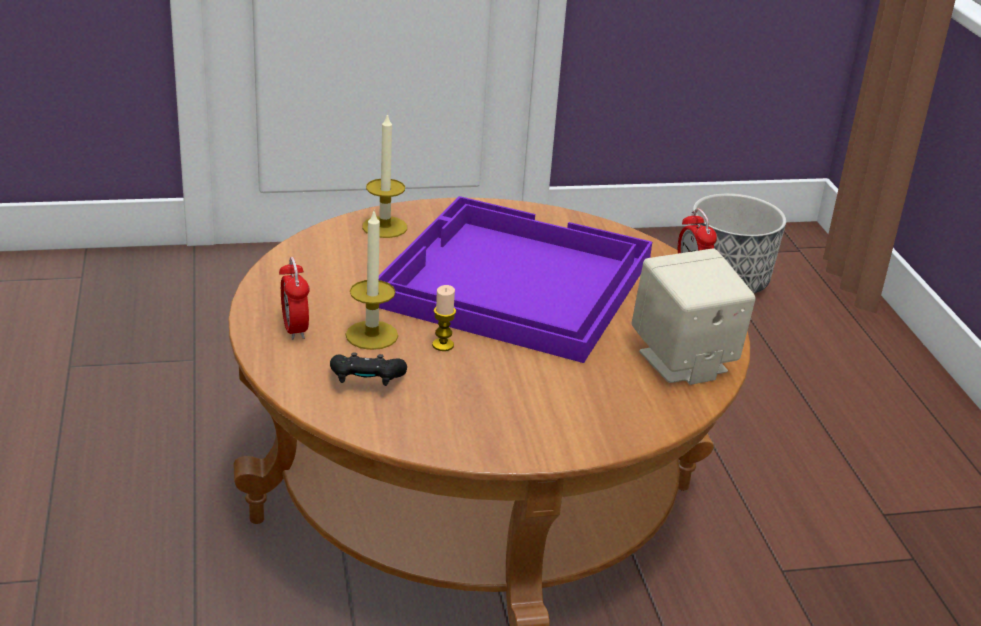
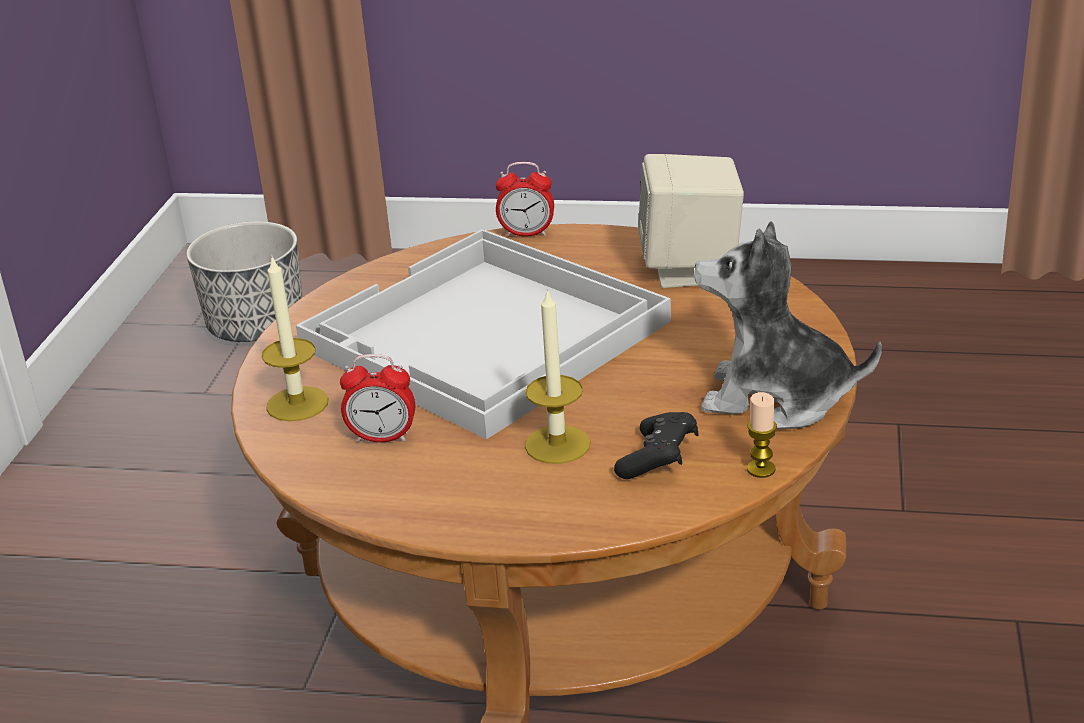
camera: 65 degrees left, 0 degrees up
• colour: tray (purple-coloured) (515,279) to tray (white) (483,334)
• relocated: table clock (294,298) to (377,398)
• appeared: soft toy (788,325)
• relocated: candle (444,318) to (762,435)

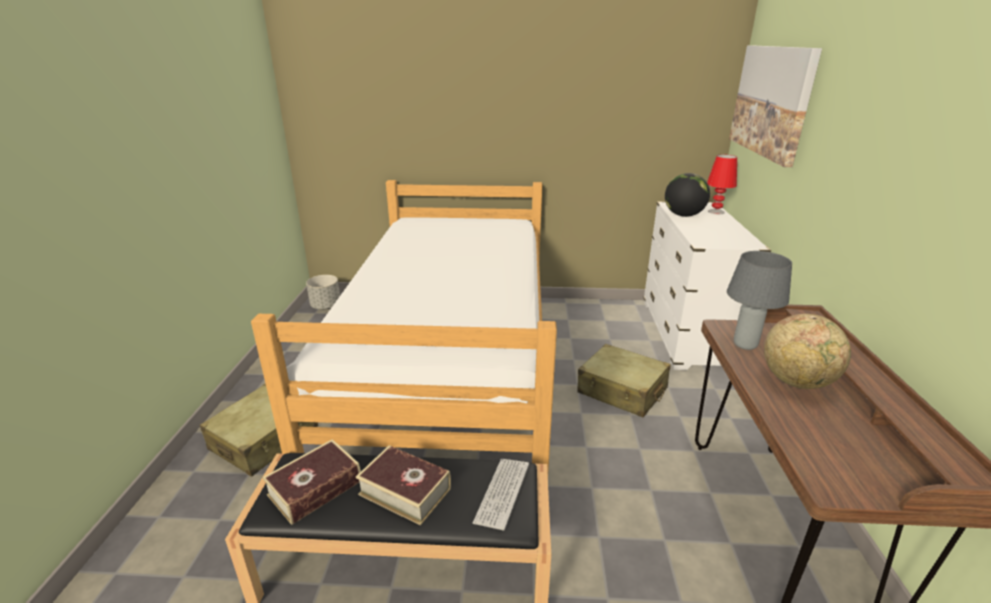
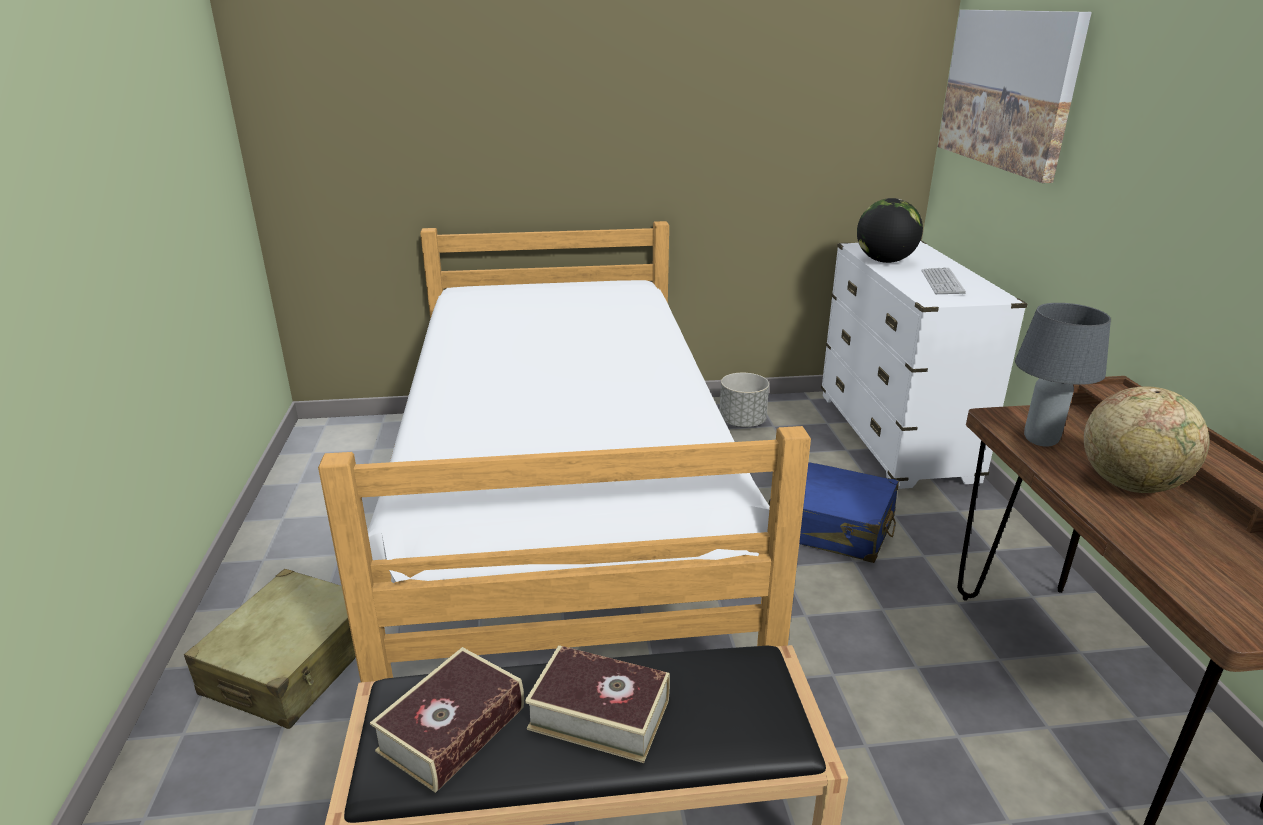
camera: 10 degrees left, 0 degrees up
• relocated: plant pot (grey) (323,292) to (744,400)
• colour: suitcase (sand-coloured) (624,380) to suitcase (blue) (834,512)
• relocated: PC keyboard (501,495) to (943,280)
• missing: lamp for a table (reddish) (722,184)

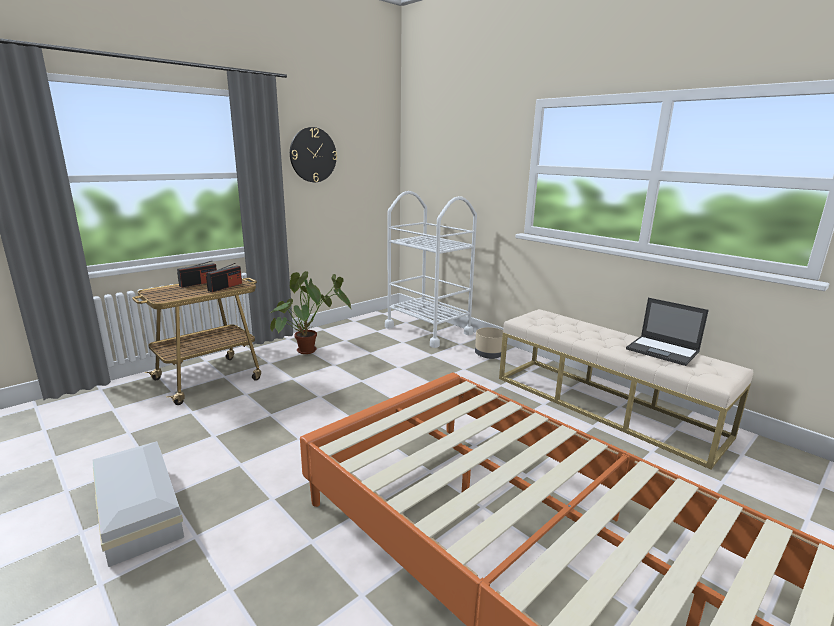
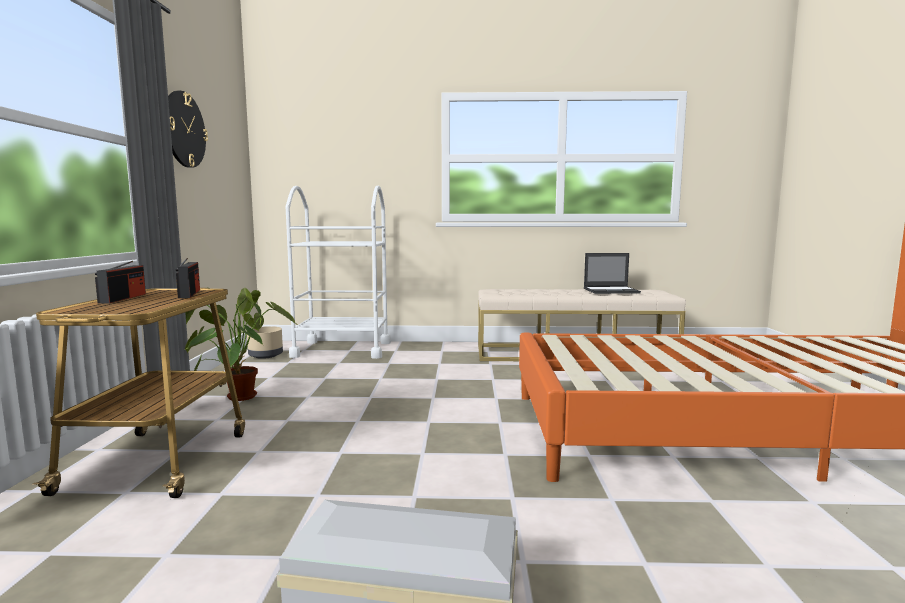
camera: 45 degrees left, 10 degrees down
• relocated: plant pot (sand-coloured) (489,343) to (265,342)

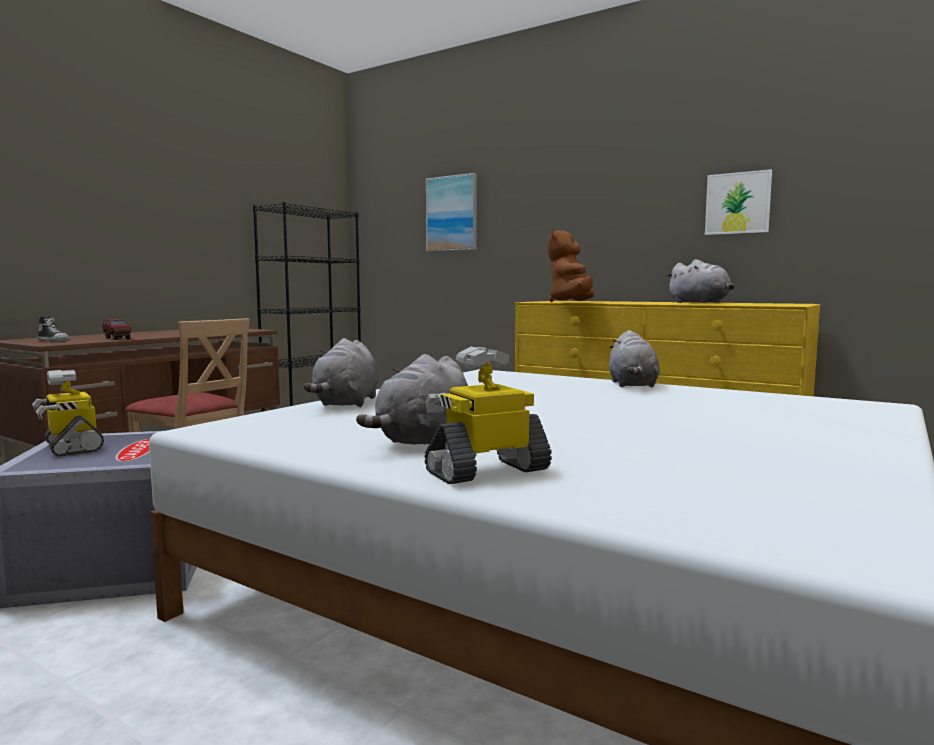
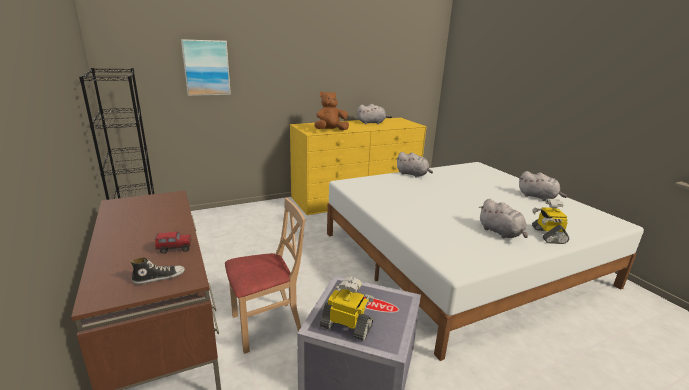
camera: 60 degrees left, 15 degrees up
• spun: soft toy (brown-coloured) (571,265) = (331,110) 105 degrees clockwise
• spun: model robot (68,413) = (347,308) 150 degrees counterclockwise
• relocated: soft toy (grey) (341,372) to (543,186)
• missing: wall art (738,202)

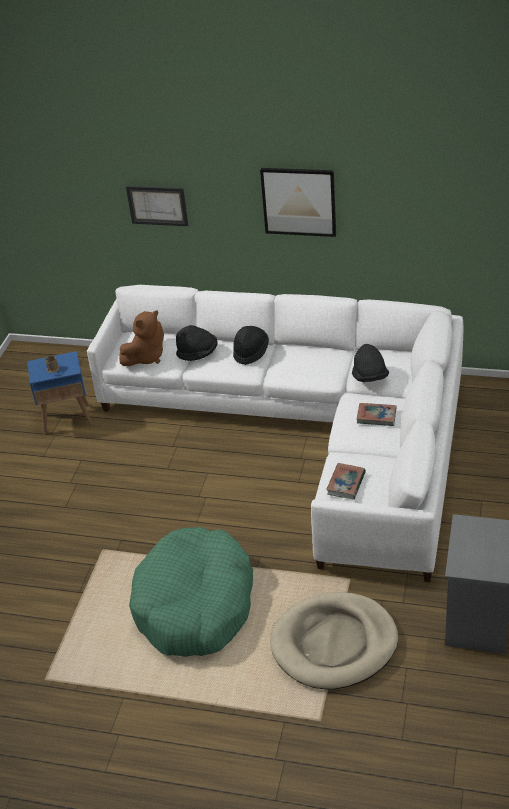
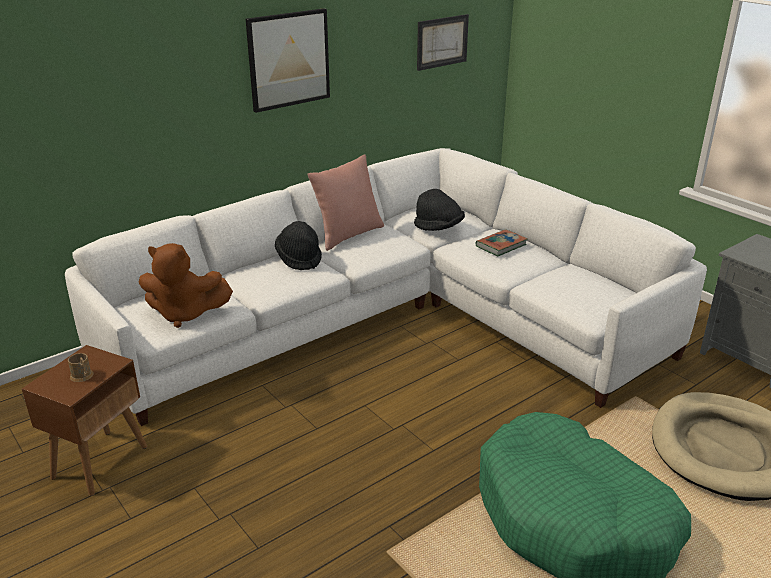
camera: 55 degrees left, 10 degrees down
• colour: accent table (blue) (59,393) to accent table (brown-coloured) (84,420)
• spun: soft toy (brown-coloured) (141,338) = (186,285) 105 degrees clockwise
• appeared: throw pillow (pink-coloured) (345,202)
• relocated: wall art (157,206) to (443,42)
• missing: clothing hat (black-coloured) (197,343)
• missing: volume (346,481)

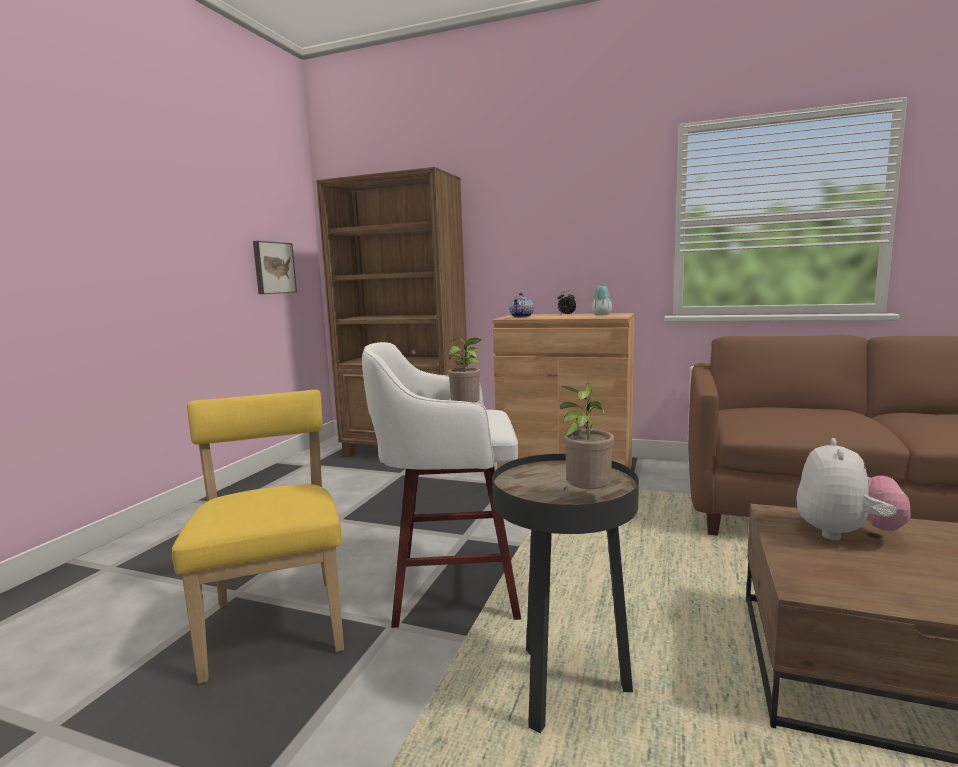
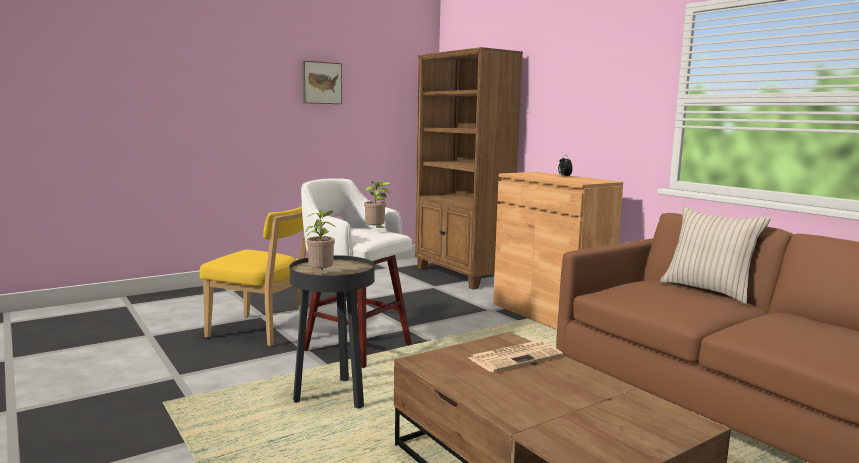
camera: 35 degrees right, 0 degrees up
• spun: plain chair (yellow-coloured) (258,537) = (253,276) 90 degrees clockwise
• relocated: wall art (275,267) to (322,82)
• exchanged: soft toy (853,489) to printed paper (514,356)
• appeared: throw pillow (sand-coloured) (715,255)
• missing: pot for tea (521,305)
• missing: decorative vase (602,300)

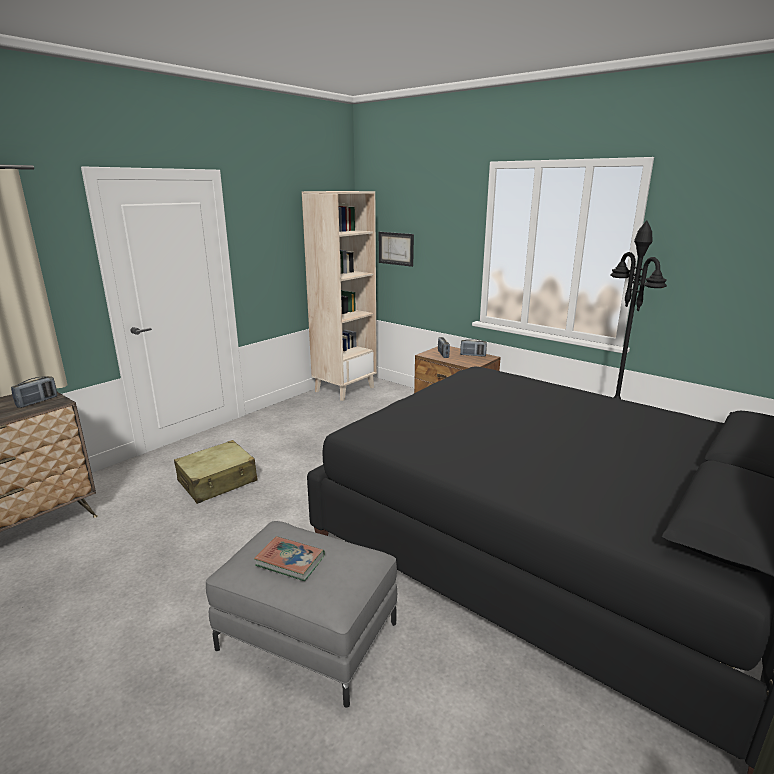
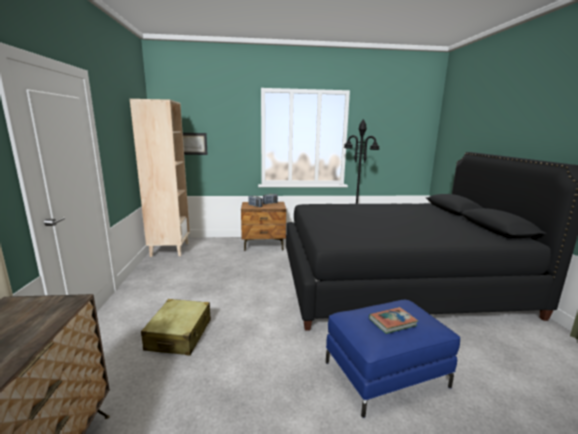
camera: 45 degrees left, 5 degrees down
• colour: footrest (grey) (301,614) to footrest (blue) (393,359)
• missing: radio set (34,392)

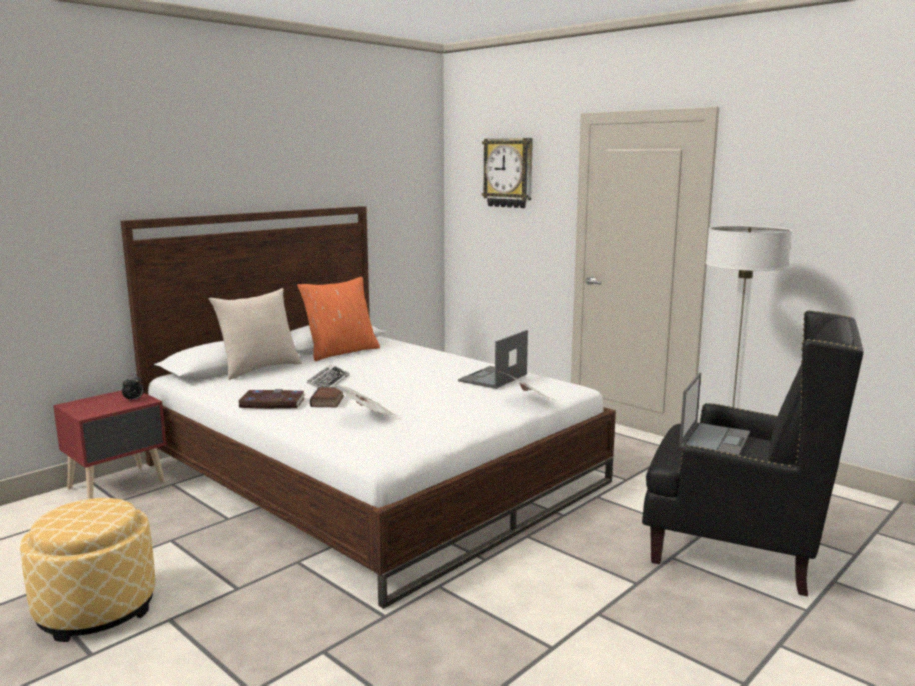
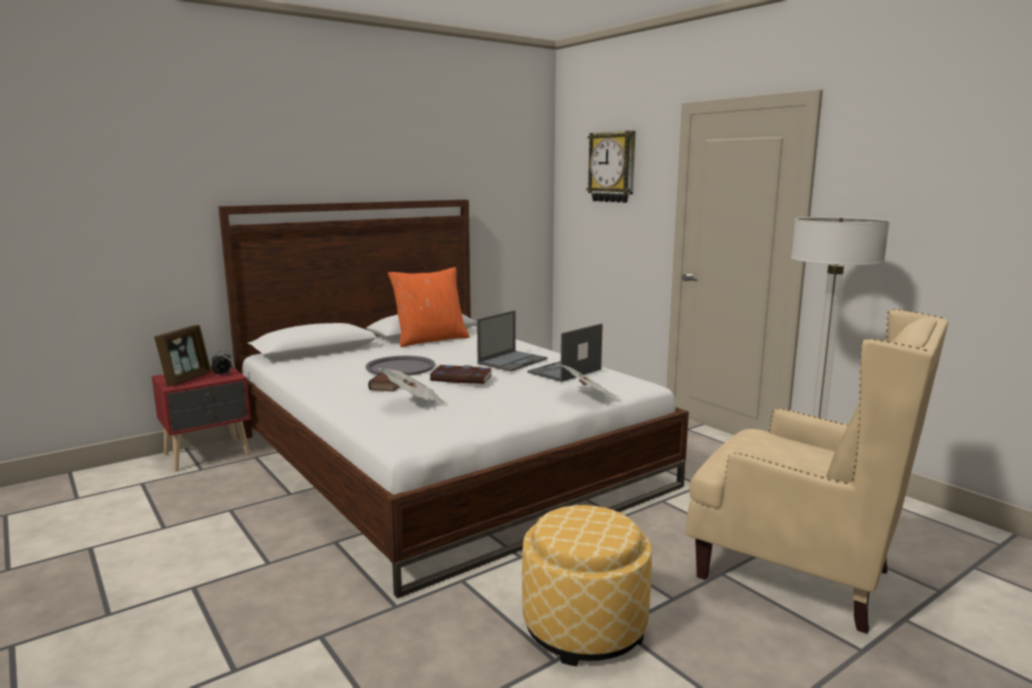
camera: 10 degrees right, 0 degrees up
• appeared: photo frame (182,355)
• exchanged: PC keyboard (327,376) to tray (grey) (400,366)
• relocated: volume (271,399) to (461,374)
• relocated: notebook computer (714,414) to (512,341)
• relocated: footrest (87,570) to (587,585)
• colour: lounge chair (black-coloured) (752,453) to lounge chair (sand-coloured) (816,471)
• missing: throw pillow (sand-coloured) (255,334)

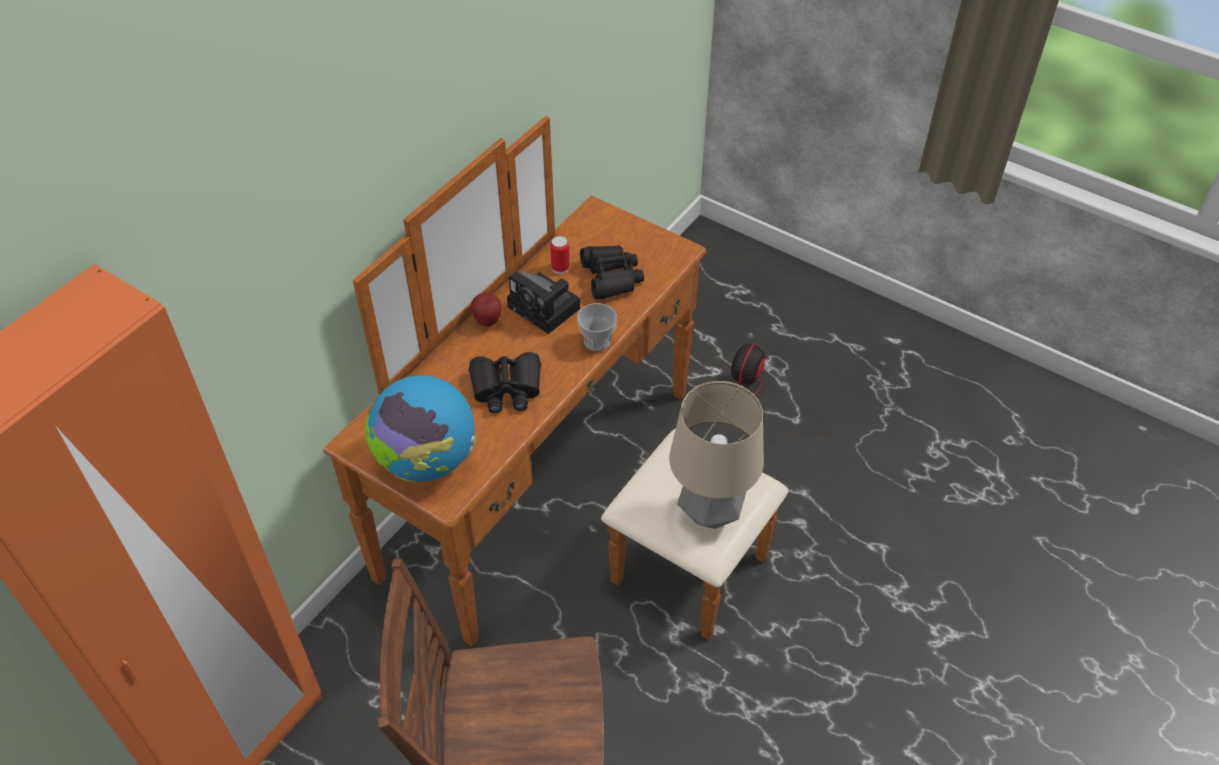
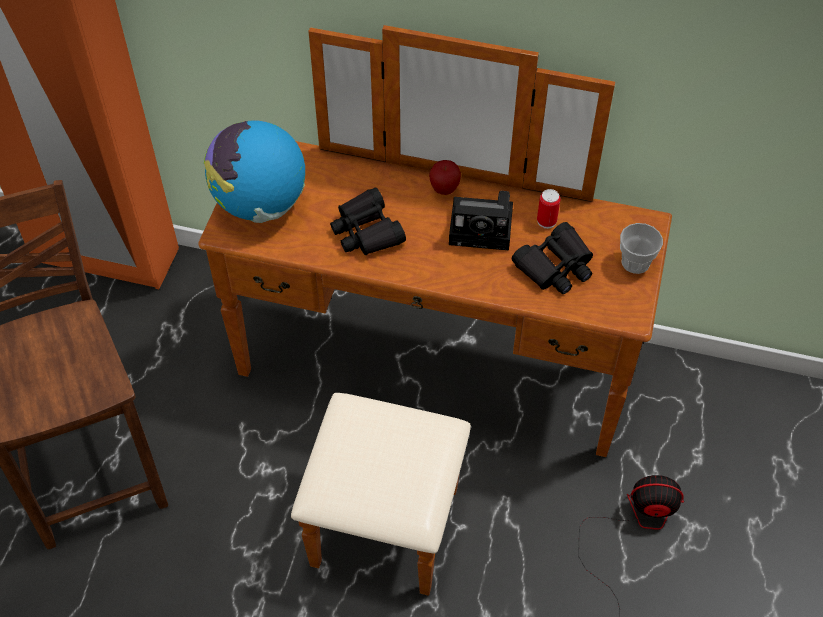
camera: 70 degrees right, 5 degrees up
• spun: photo camera (543,302) = (481,220) 105 degrees counterclockwise
• relocated: cup (597,327) to (641,248)
• missing: lamp for a table (716,455)

